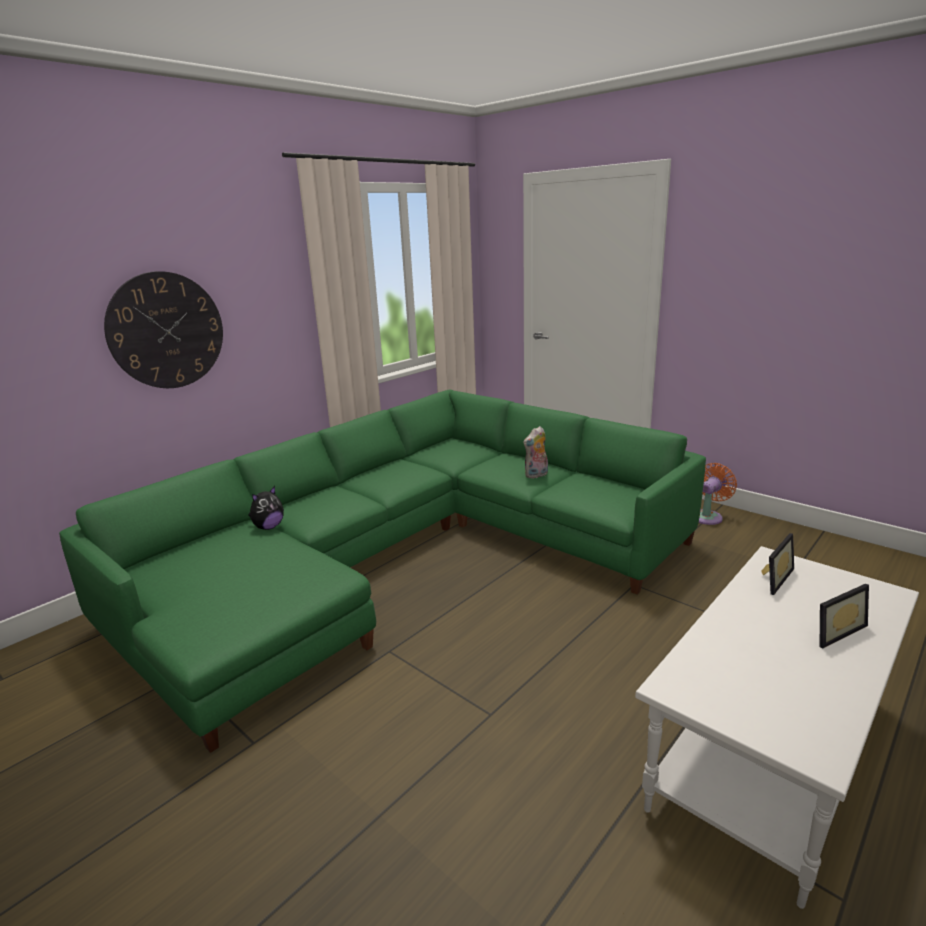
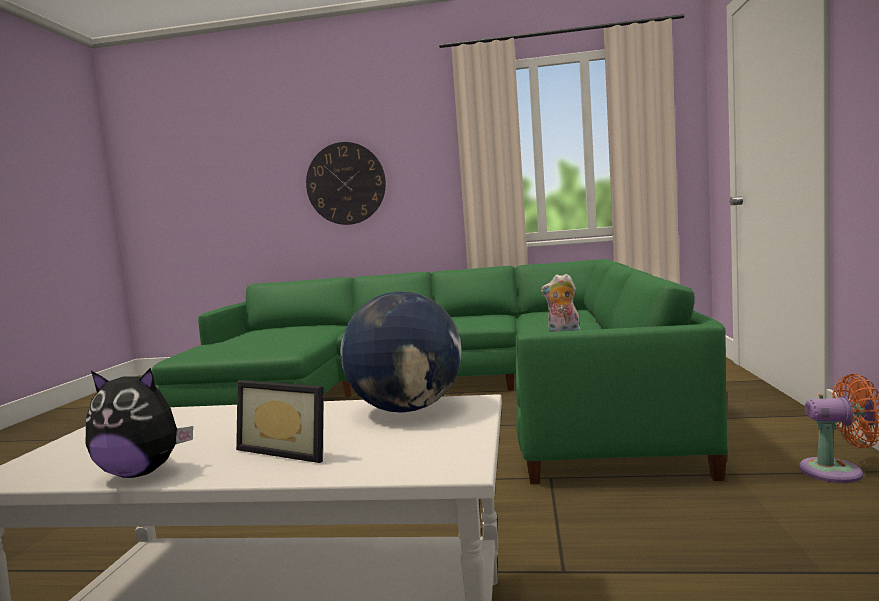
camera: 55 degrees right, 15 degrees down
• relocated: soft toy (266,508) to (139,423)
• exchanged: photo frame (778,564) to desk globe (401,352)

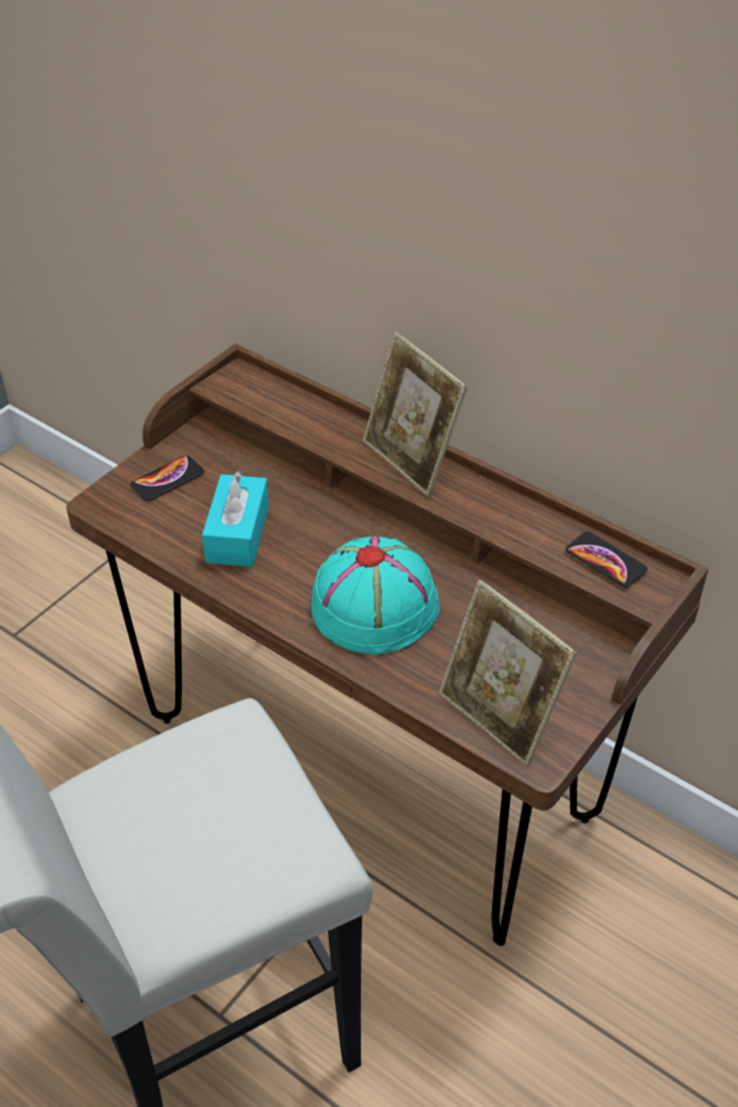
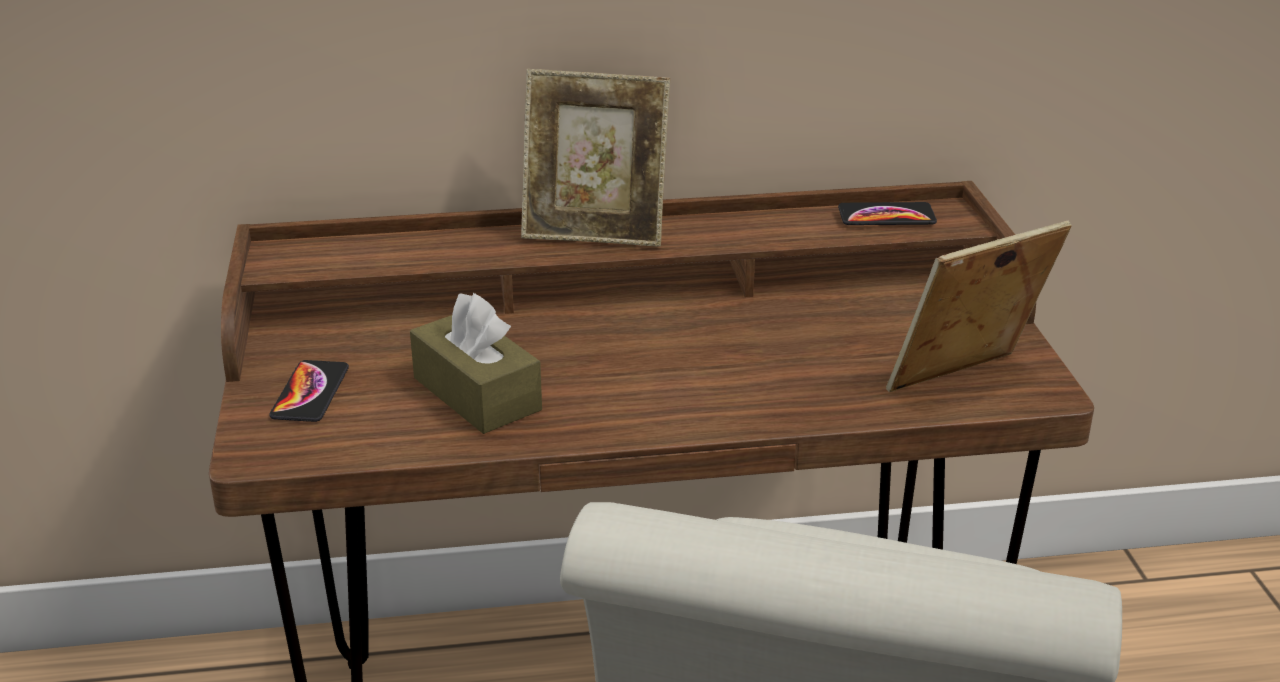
camera: 45 degrees left, 15 degrees down
• colour: tissue box (blue-green) (235,519) to tissue box (brown-coloured) (476,363)
• spun: photo frame (507,673) = (979,306) 150 degrees clockwise
• missing: clothing hat (blue-green) (375,595)

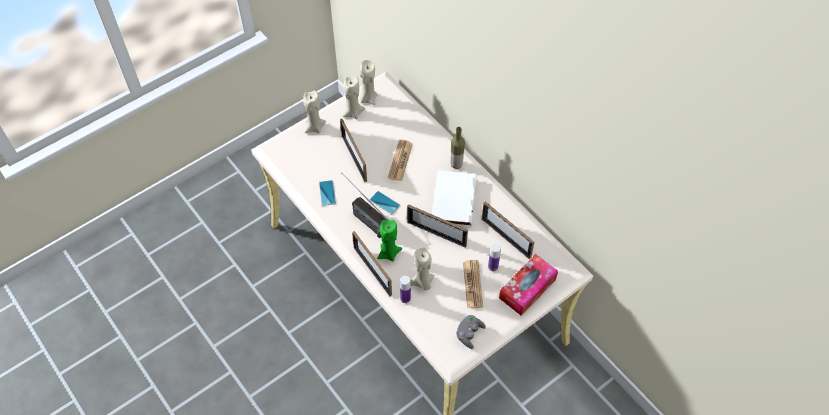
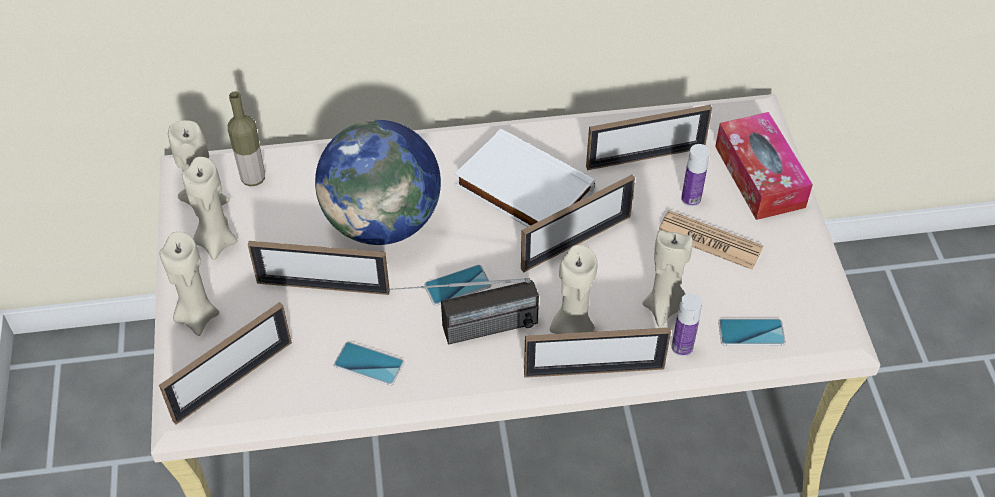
camera: 60 degrees left, 5 degrees down
• appeared: photo frame (225,363)
• relocated: drink bottle (457,148) to (246,138)
• exchanged: printed paper (400,160) to desk globe (378,182)
• colour: candle (green-coloured) (389,241) to candle (sand-coloured) (573,289)
• appeared: telephone (752,332)
• missing: gamepad (grey) (471,332)

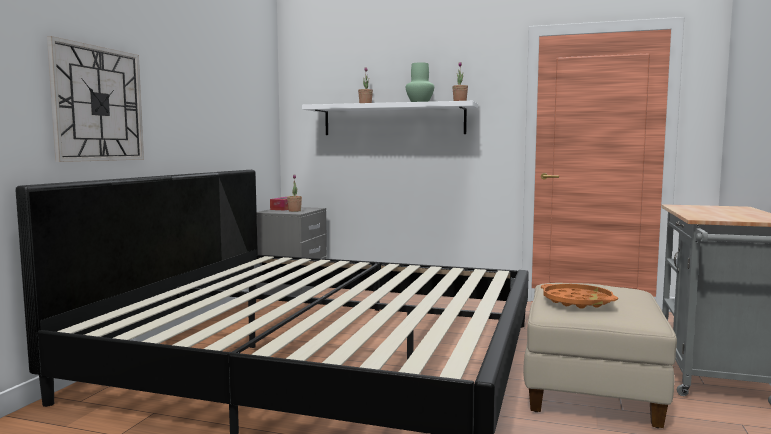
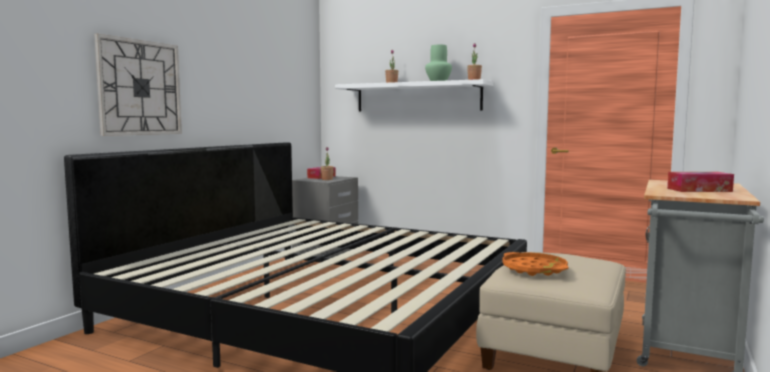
camera: 10 degrees right, 0 degrees up
• appeared: tissue box (700,182)

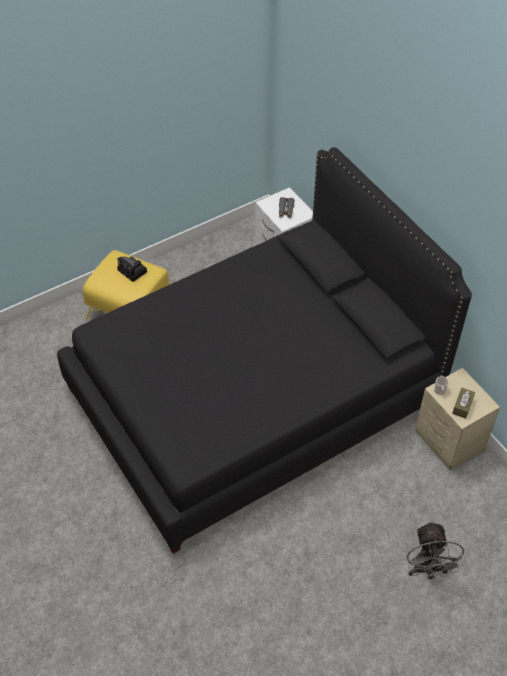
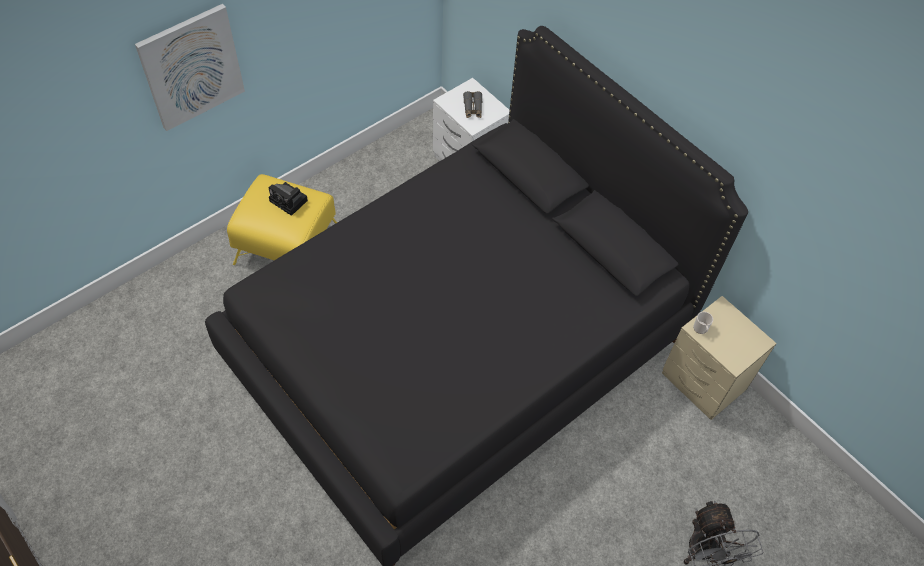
camera: 10 degrees left, 5 degrees up
• appeared: wall art (190,67)
• missing: tissue box (brown-coloured) (463,403)

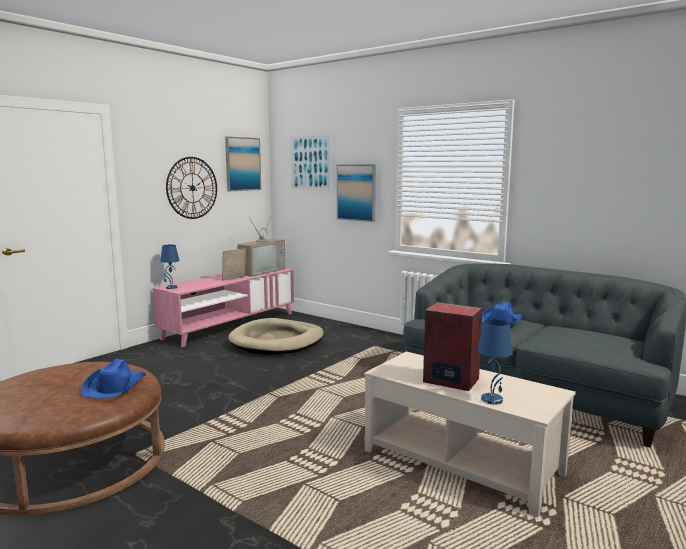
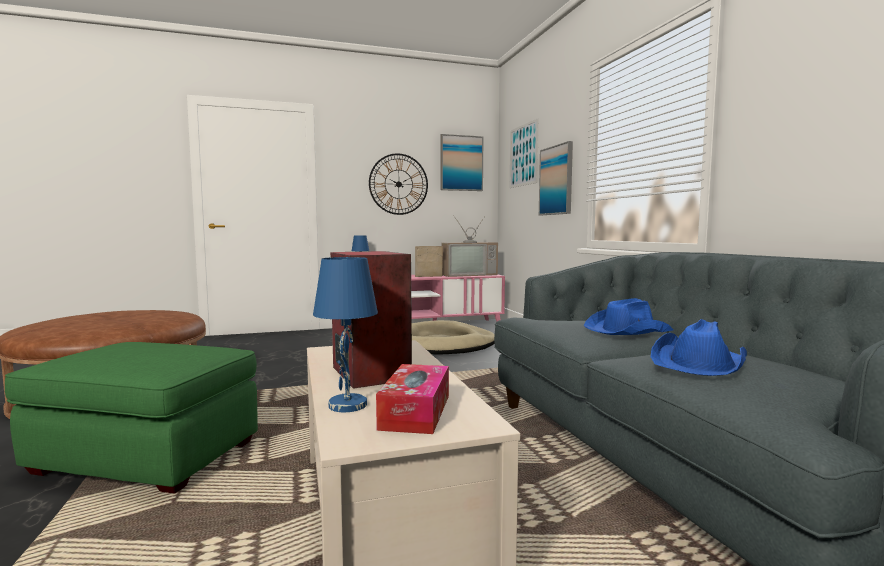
camera: 35 degrees right, 5 degrees down
• appeared: footrest (green-coloured) (131,417)
• appeared: tissue box (412,399)
• relocated: clothing hat (blue) (113,379) to (699,347)

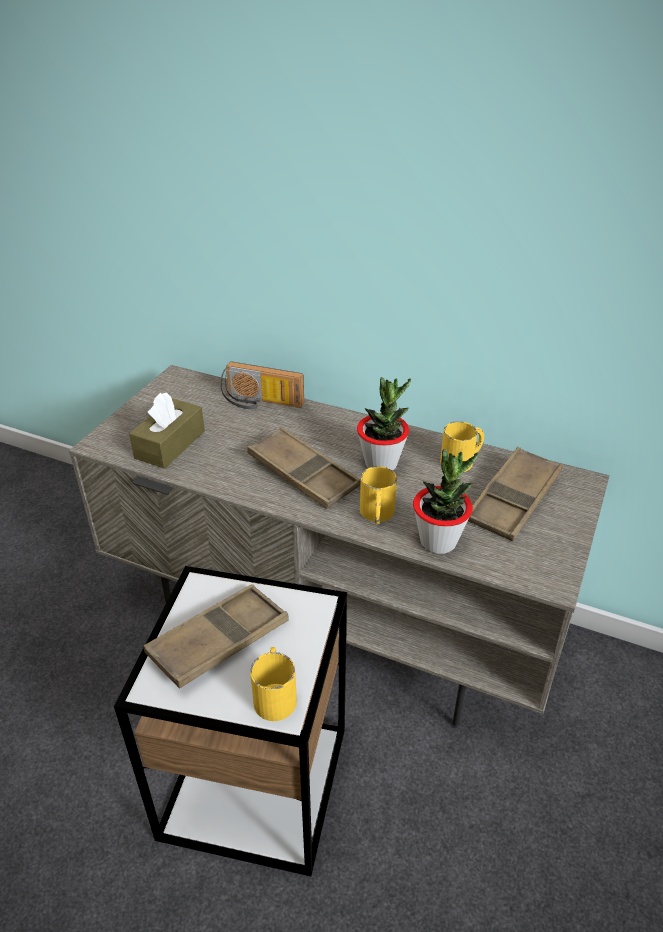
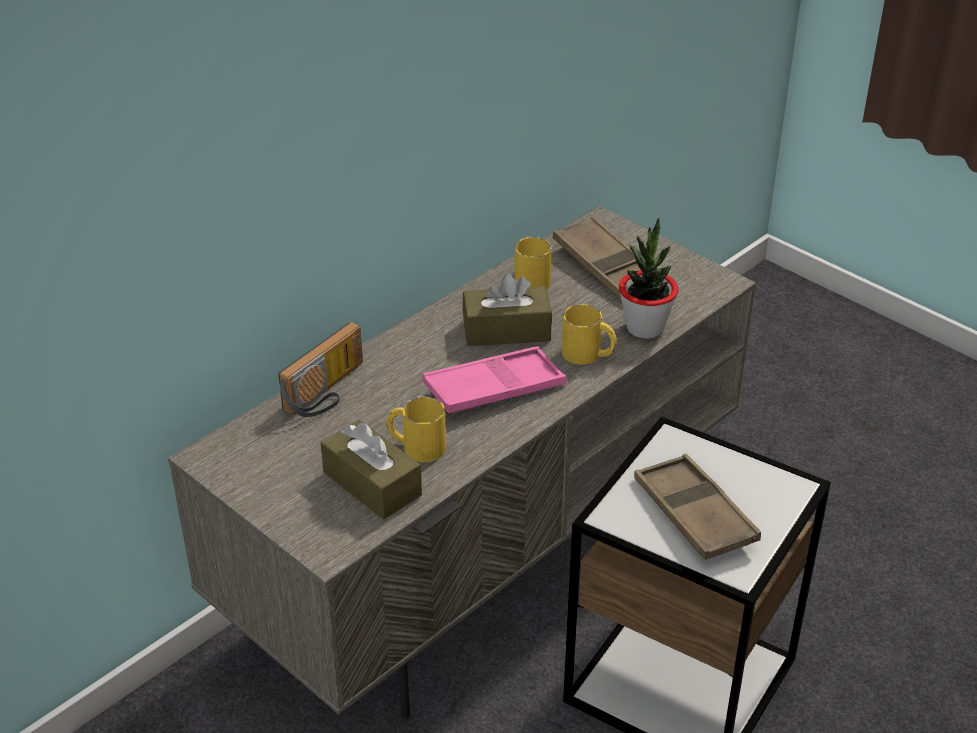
camera: 70 degrees left, 0 degrees up
• relocated: mug (yellow-coloured) (273,684) to (416,429)
• colour: tray (brown-coloured) (304,468) to tray (pink-coloured) (494,379)
• exchanged: potted plant (384,424) to tissue box (brown-coloured) (507,309)

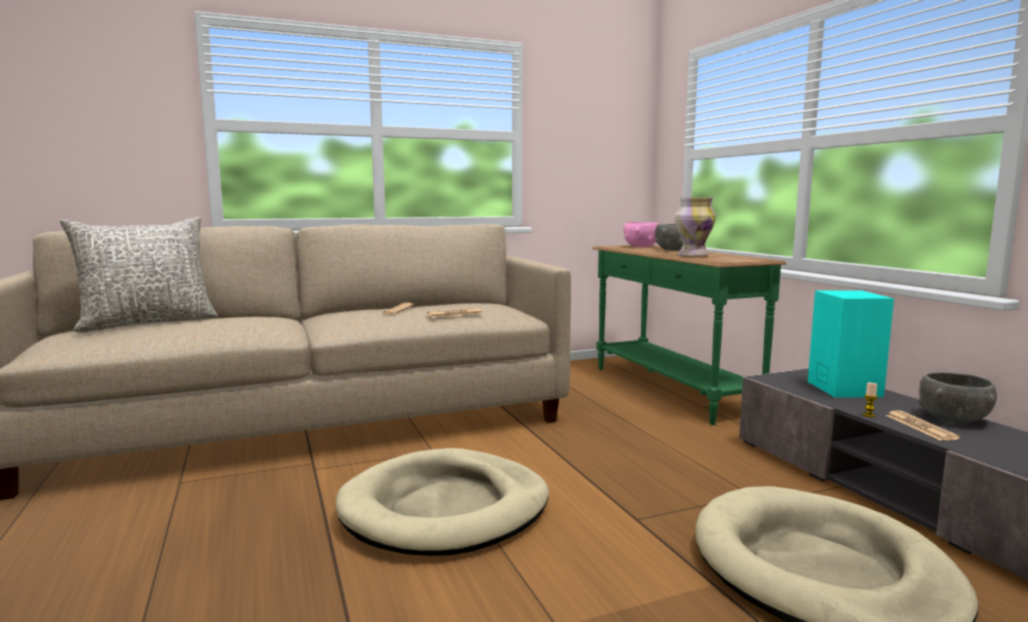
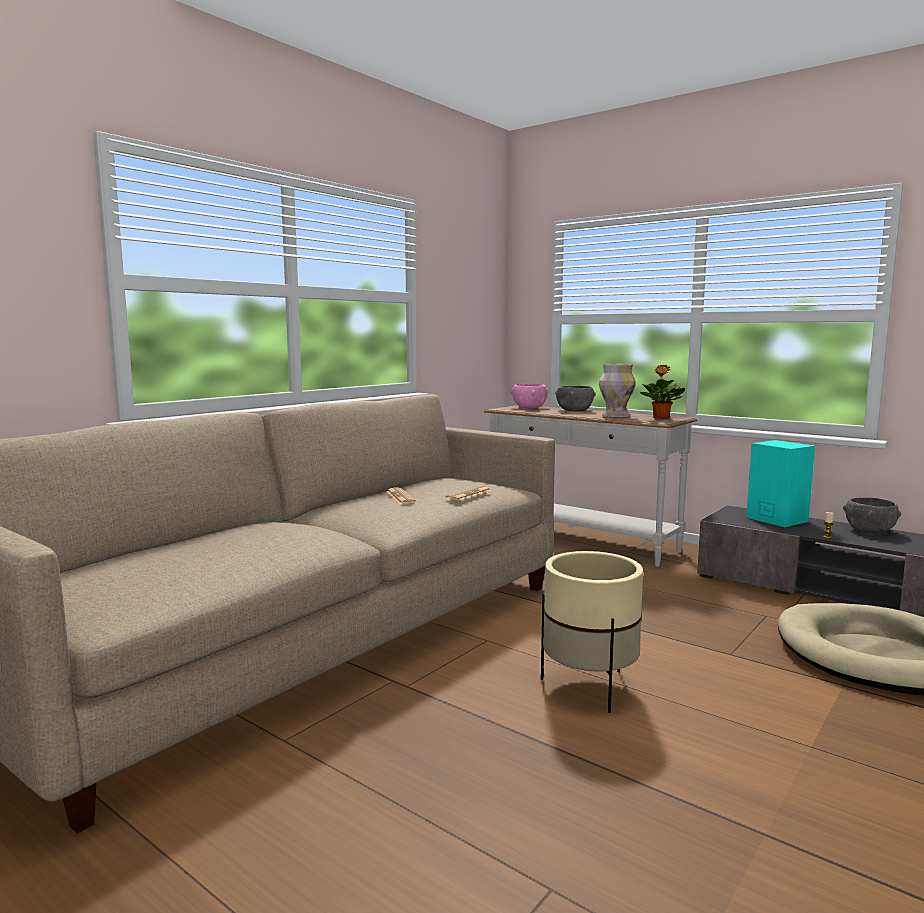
camera: 30 degrees left, 0 degrees up
• colour: hall table (green-coloured) (689,335) to hall table (white) (590,485)
• exchanged: dog bed (sand-coloured) (442,502) to plant pot (sand-coloured) (592,632)
• appeared: potted plant (662,392)
• missing: throw pillow (grey) (139,274)
• missing: printed paper (922,425)

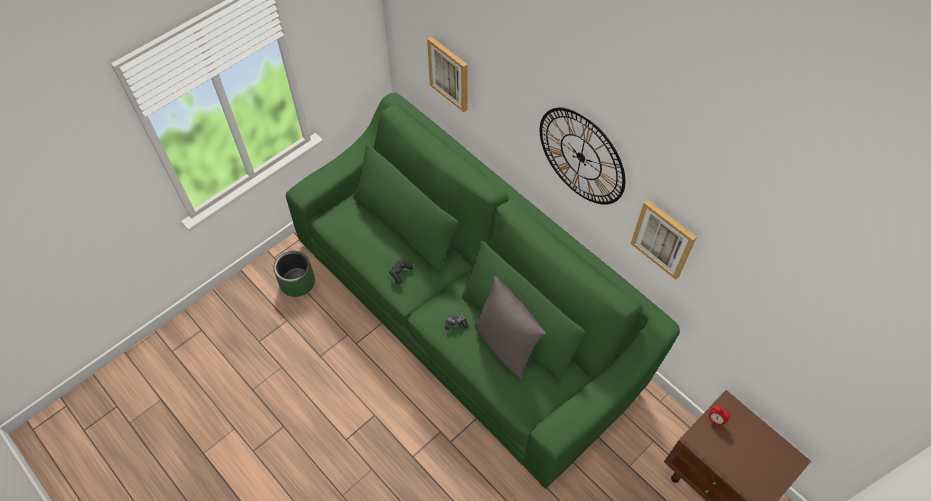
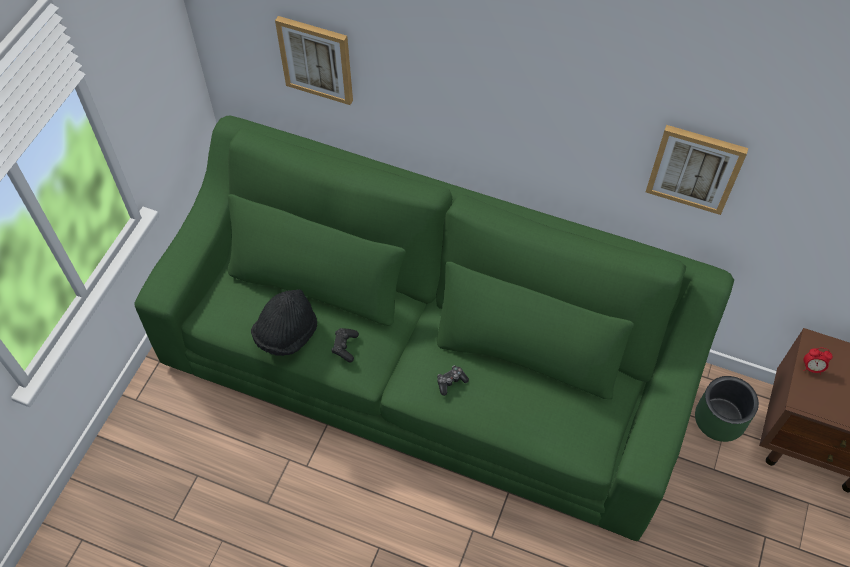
camera: 25 degrees left, 0 degrees up
• appeared: clothing hat (black-coloured) (284,322)
• relocated: plant pot (green-coloured) (294,274) to (727,409)
• missing: throw pillow (grey) (510,328)
• missing: hanging clock (582,156)

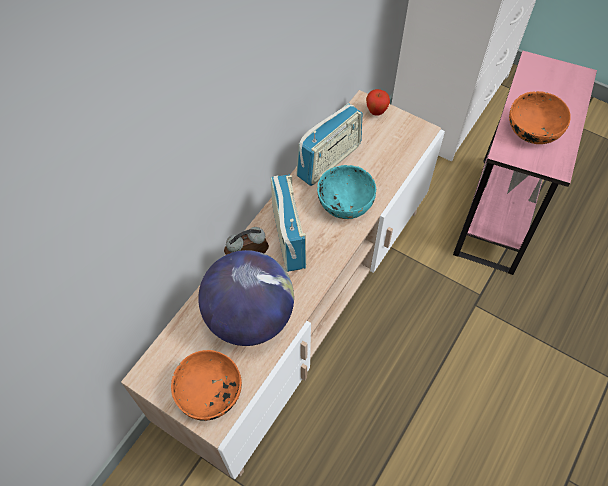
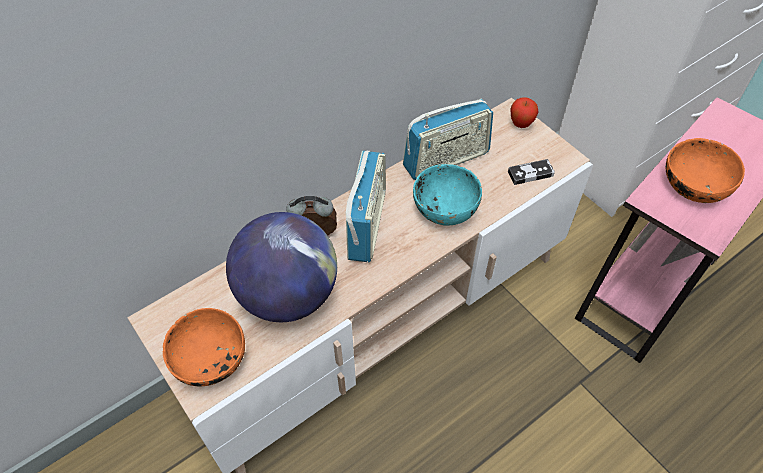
camera: 20 degrees right, 5 degrees down
• appeared: gamepad (531,172)

